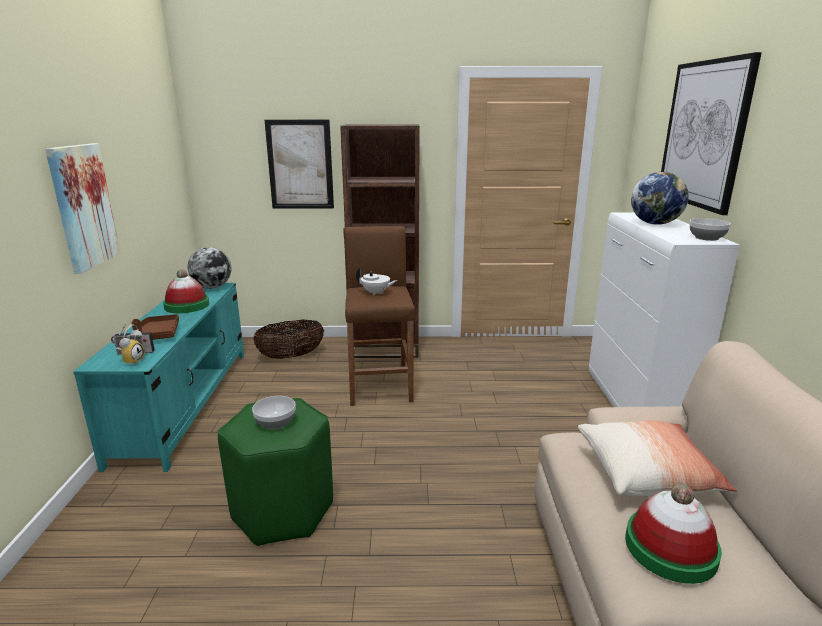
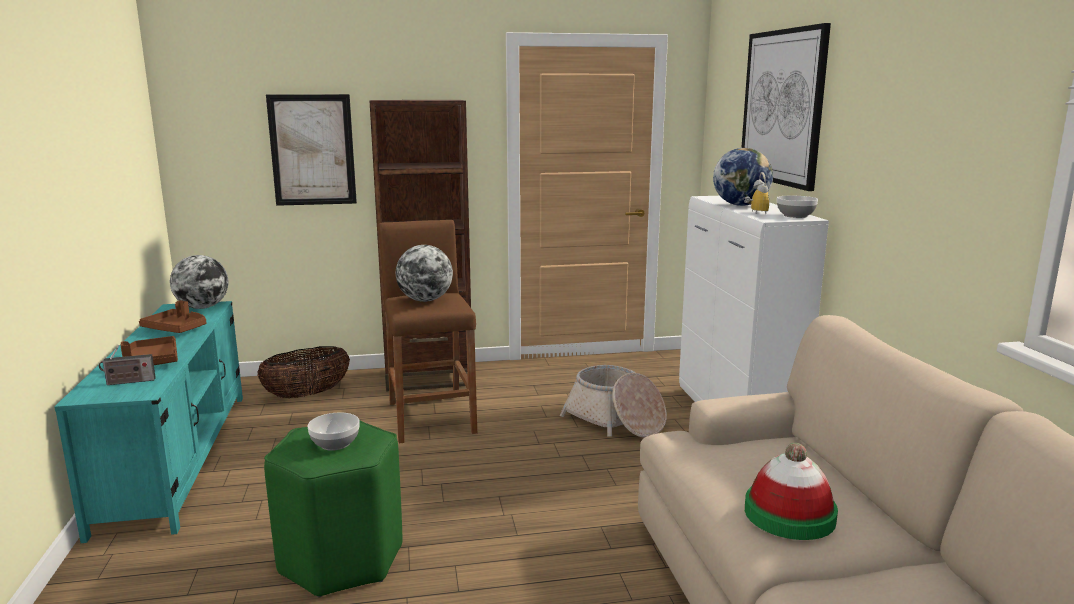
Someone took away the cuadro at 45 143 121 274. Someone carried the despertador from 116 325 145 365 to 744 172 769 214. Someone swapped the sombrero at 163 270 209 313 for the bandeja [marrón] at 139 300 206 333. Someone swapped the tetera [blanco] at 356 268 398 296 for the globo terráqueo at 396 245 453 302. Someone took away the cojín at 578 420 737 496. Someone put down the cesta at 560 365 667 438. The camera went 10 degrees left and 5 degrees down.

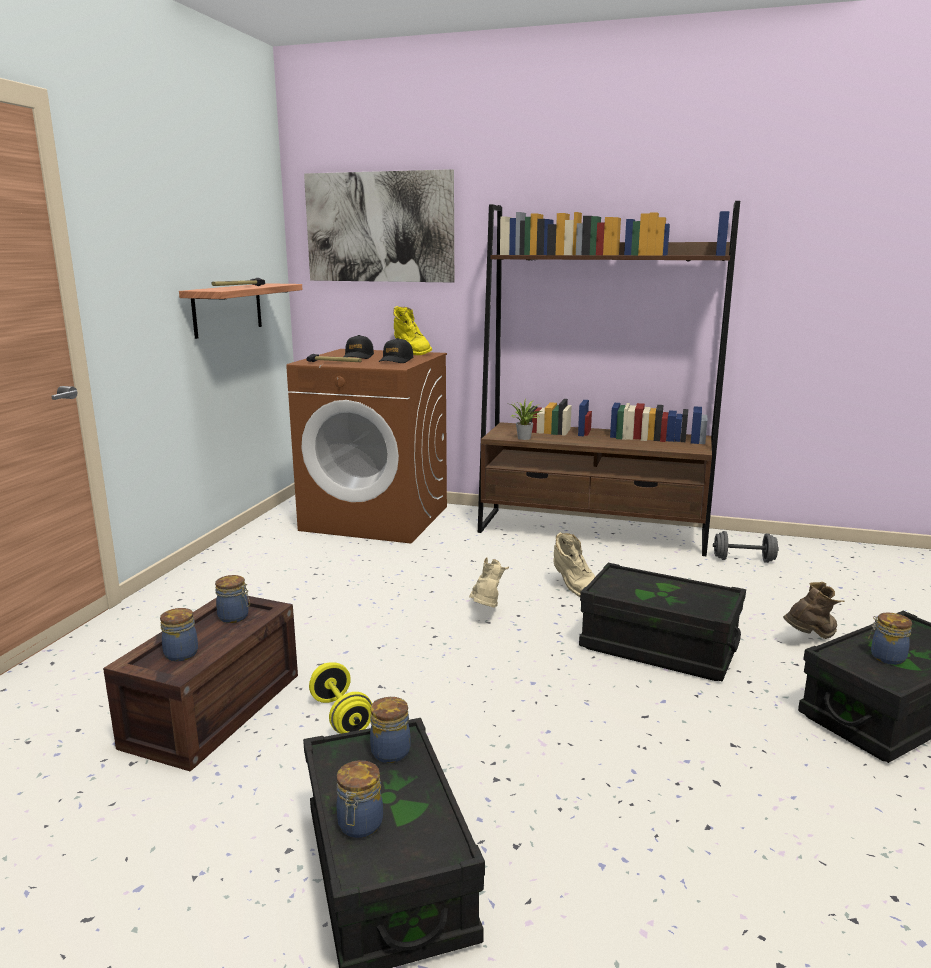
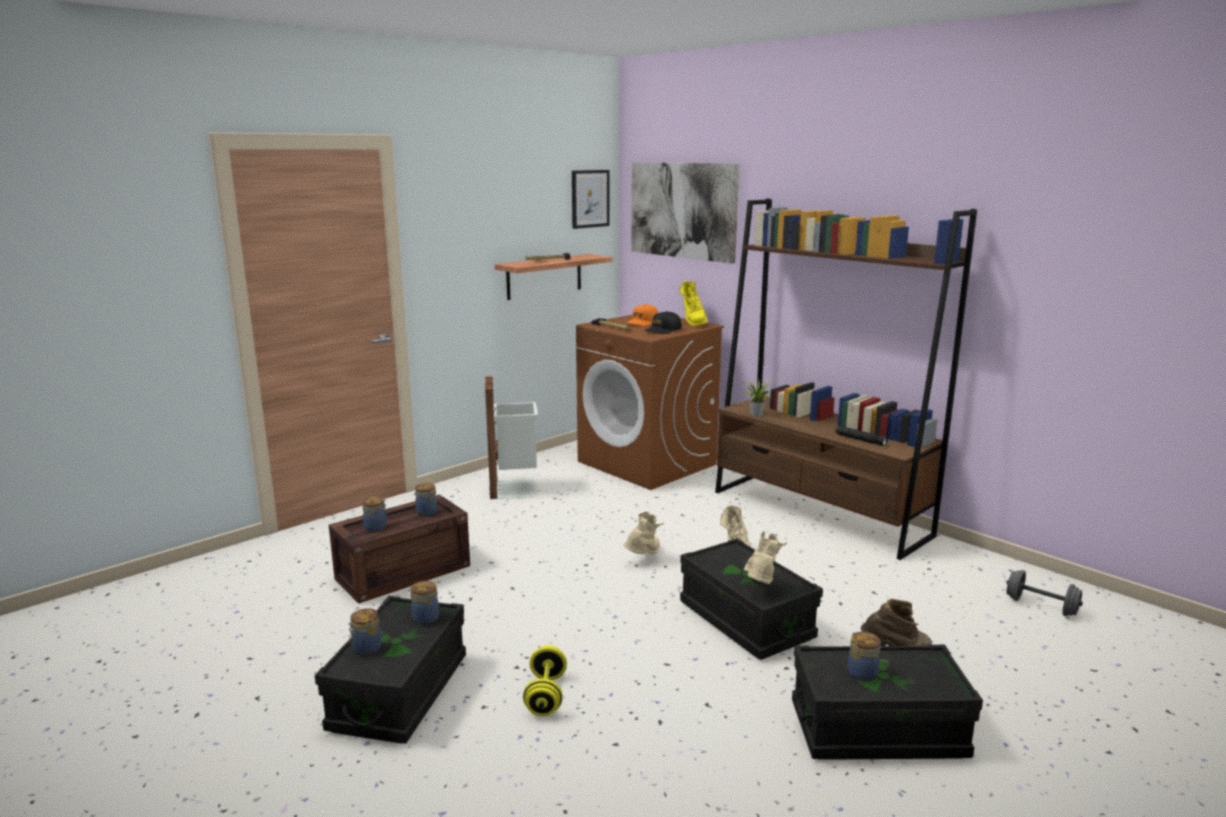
Someone carried the mancuerna [amarillo] from 309 663 372 734 to 523 645 567 716. Someone repainted the gorra [negro] at 343 335 374 359, which became the gorra [naranja] at 626 304 658 326. Someone carried the mancuerna [gris] from 713 531 779 563 to 1007 570 1083 616. Someone put down the papelera [blanco] at 485 376 538 499. Someone put up the cuadro at 572 170 610 229. Someone put down the bota [beis] at 744 531 787 584. Someone put down the linterna [negro] at 835 426 888 446. The camera went 30 degrees right and 0 degrees up.

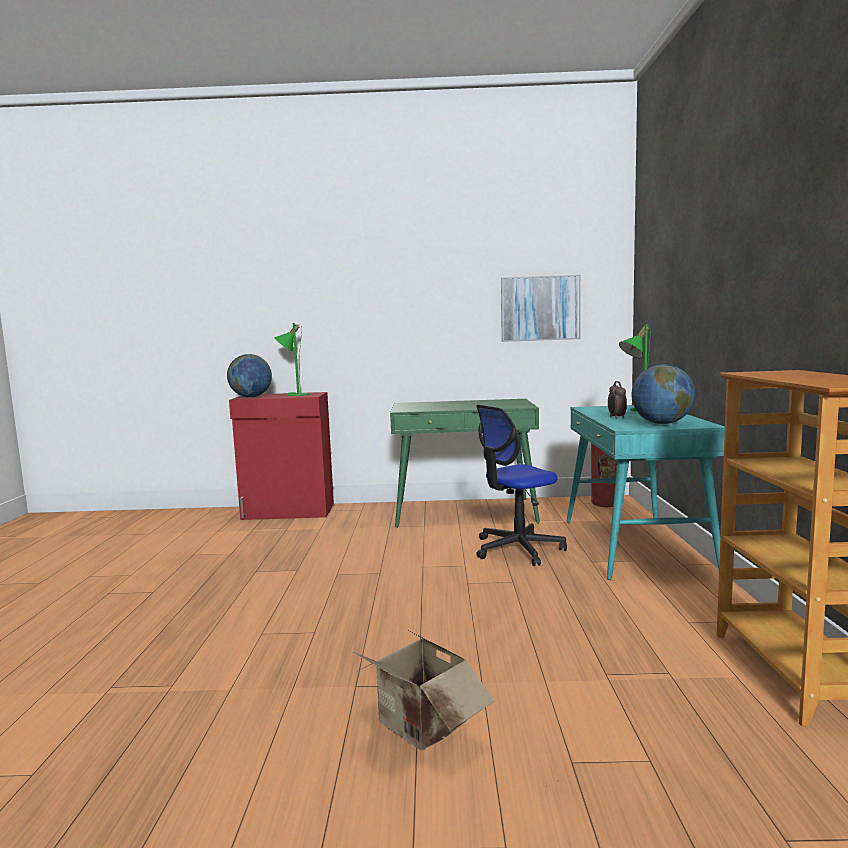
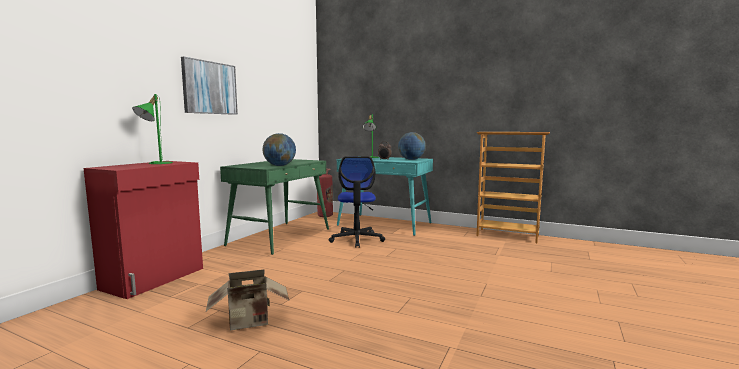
Someone carried the globo terráqueo from 227 354 272 397 to 263 133 296 166. Someone carried the caja de cartón from 352 630 495 751 to 206 269 290 330. Someone carried the cuadro from 501 275 581 342 to 181 57 238 115. The camera went 65 degrees left and 0 degrees up.

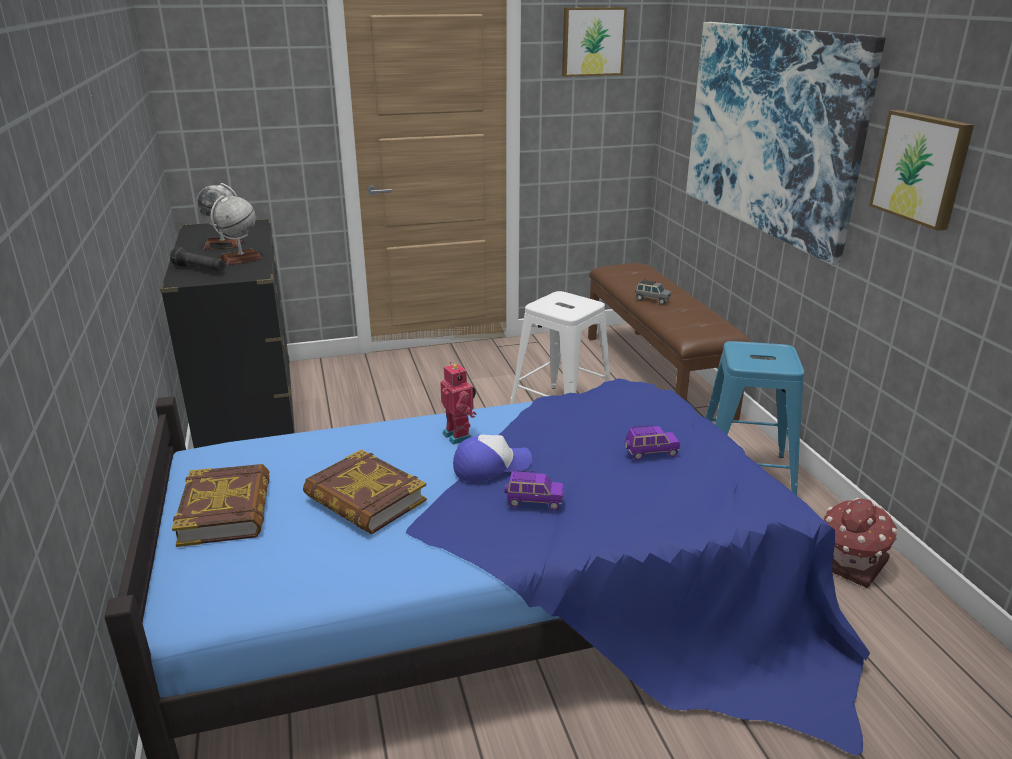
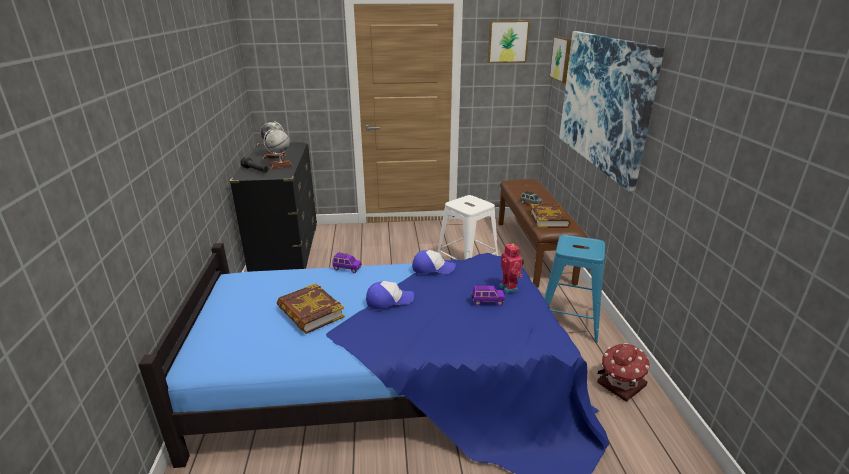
Someone carried the libro from 172 464 270 547 to 530 204 571 228. Someone carried the robot de juguete from 440 362 476 445 to 499 242 524 293. Someone carried the coche de juguete [morado] from 505 470 564 510 to 332 252 362 273. Someone carried the cuadro from 869 110 974 231 to 549 36 572 83. Someone put down the gorra at 412 250 456 274. The camera went 10 degrees right and 0 degrees up.

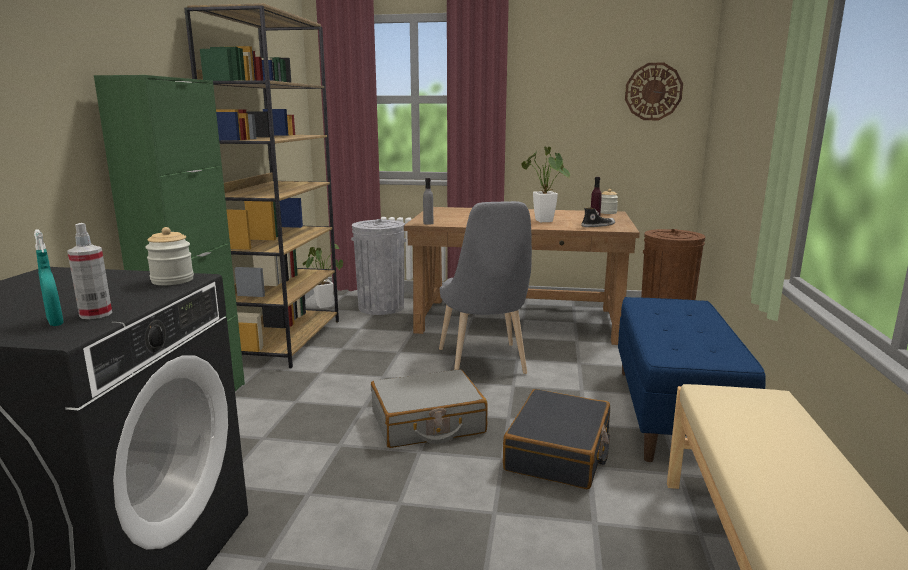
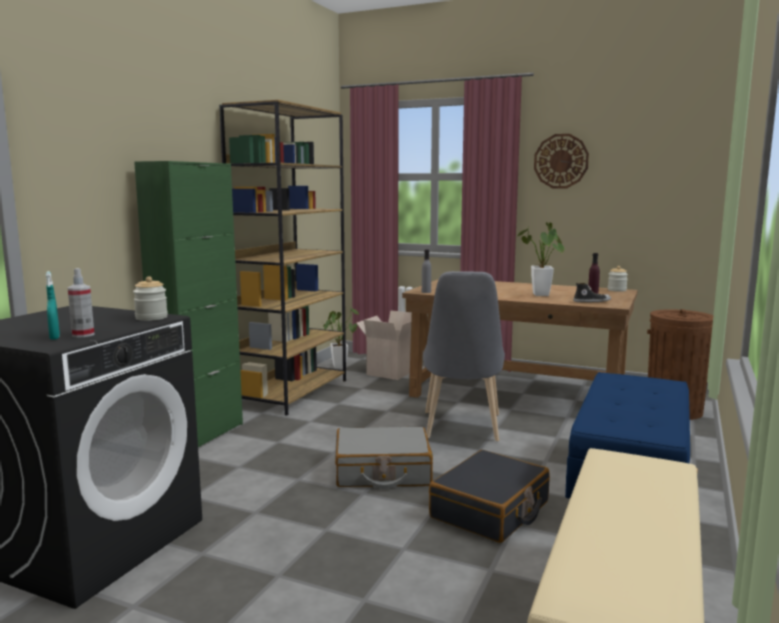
Someone swapped the papelera [gris] at 351 219 406 315 for the caja de cartón at 357 310 412 380. Someone carried the reloj de pared from 625 63 683 120 to 534 134 589 188. The camera went 15 degrees right and 5 degrees down.

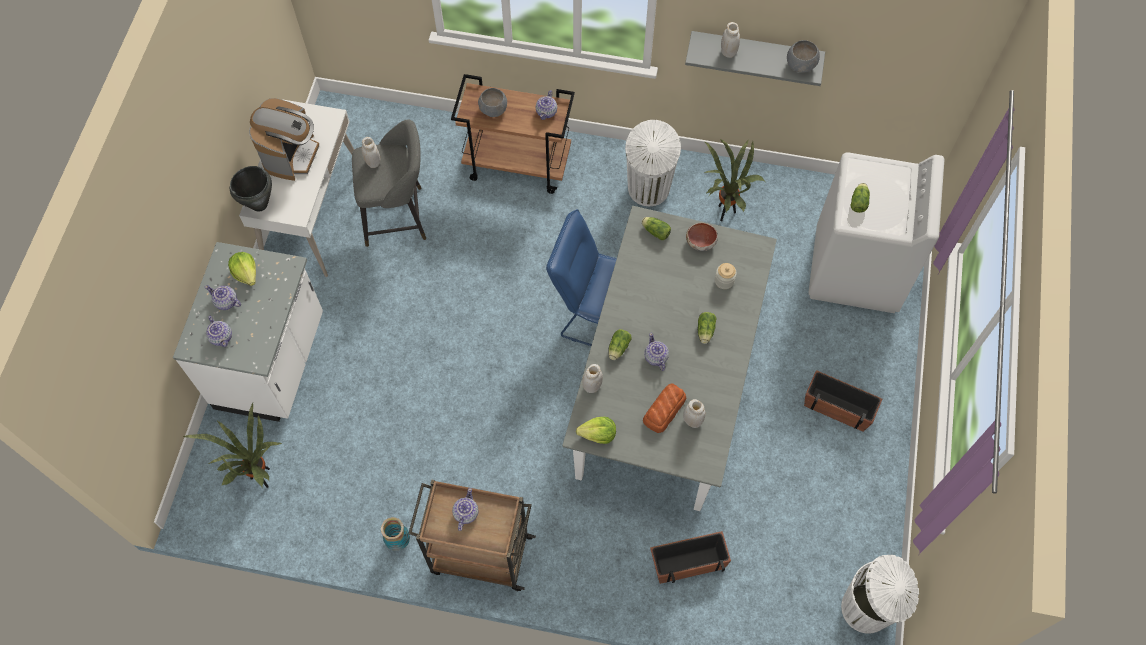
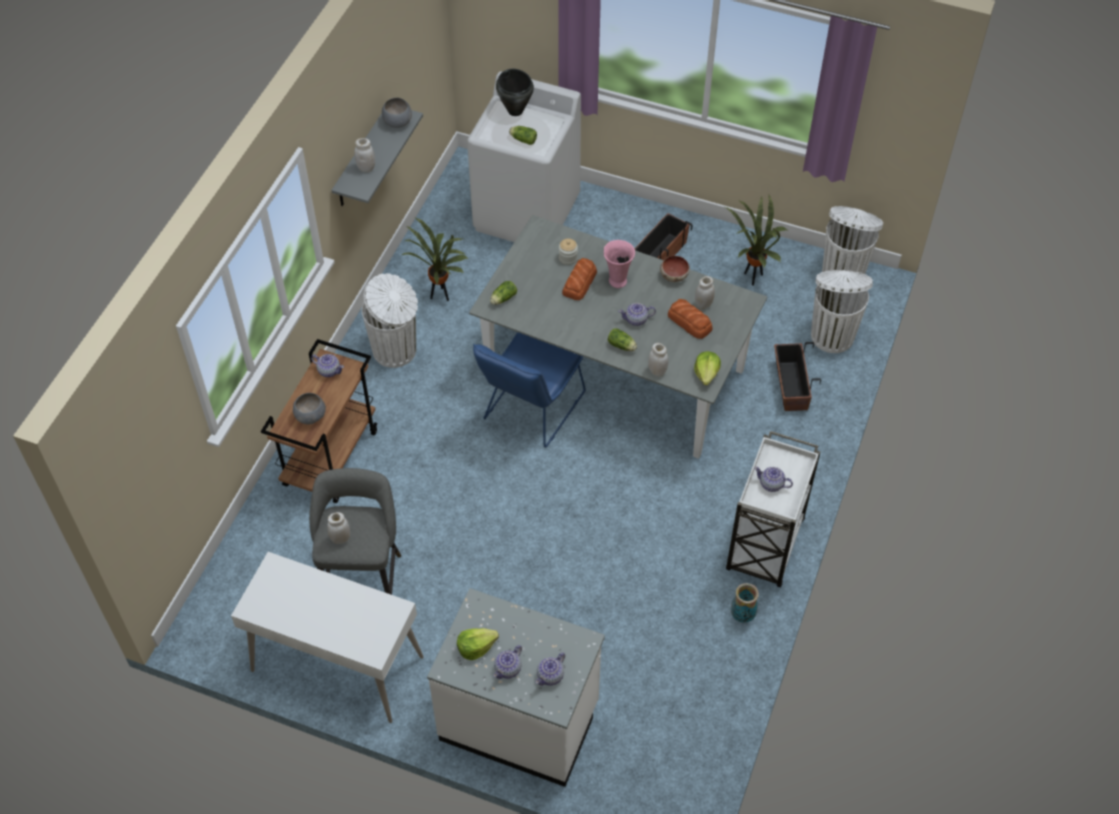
Someone carried the planta en maceta from 182 403 283 489 to 725 193 787 286. Someone rotated the tetera at 206 316 232 347 by 150 degrees clockwise. Someone carried the olla [negro] from 230 166 272 212 to 496 69 534 116. Someone took away the cafetera at 249 98 319 181. Someone repainted the carrito [marrón] at 408 480 536 591, which became the carrito [blanco] at 726 431 820 587. Someone carried the cuenco from 686 223 718 251 to 660 256 690 282. Someone swapped the lechuga at 698 312 717 344 for the florero [rosa] at 604 240 635 288. Someone put down the pan at 562 258 597 300. Someone put down the papelera [blanco] at 811 270 873 353. The camera went 80 degrees left and 10 degrees down.

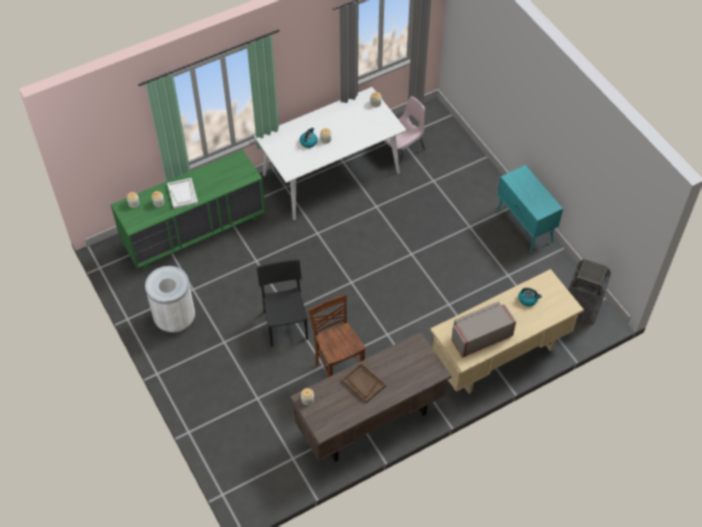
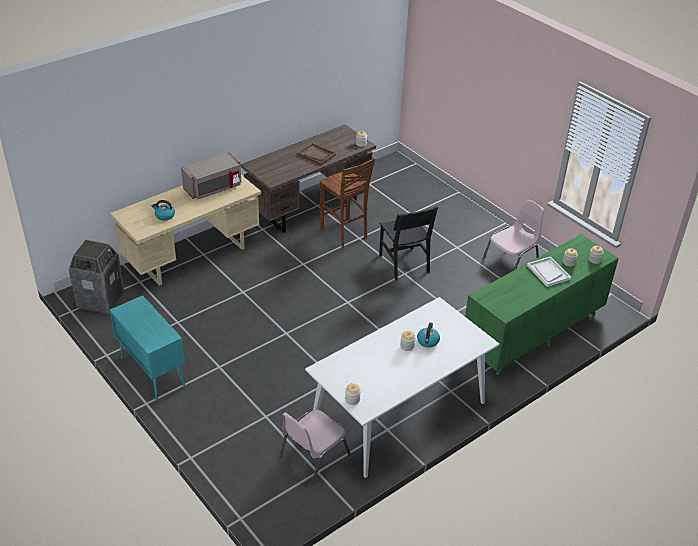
Someone swapped the papelera [blanco] at 145 266 195 333 for the silla [rosa] at 483 200 544 271. The camera went 170 degrees right and 15 degrees down.

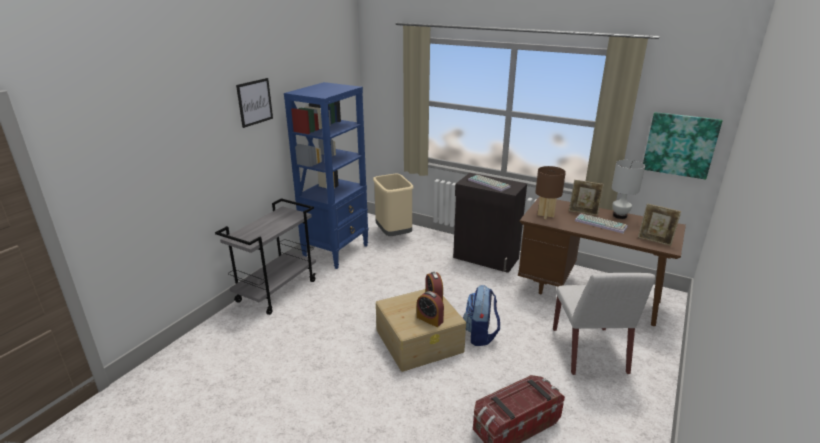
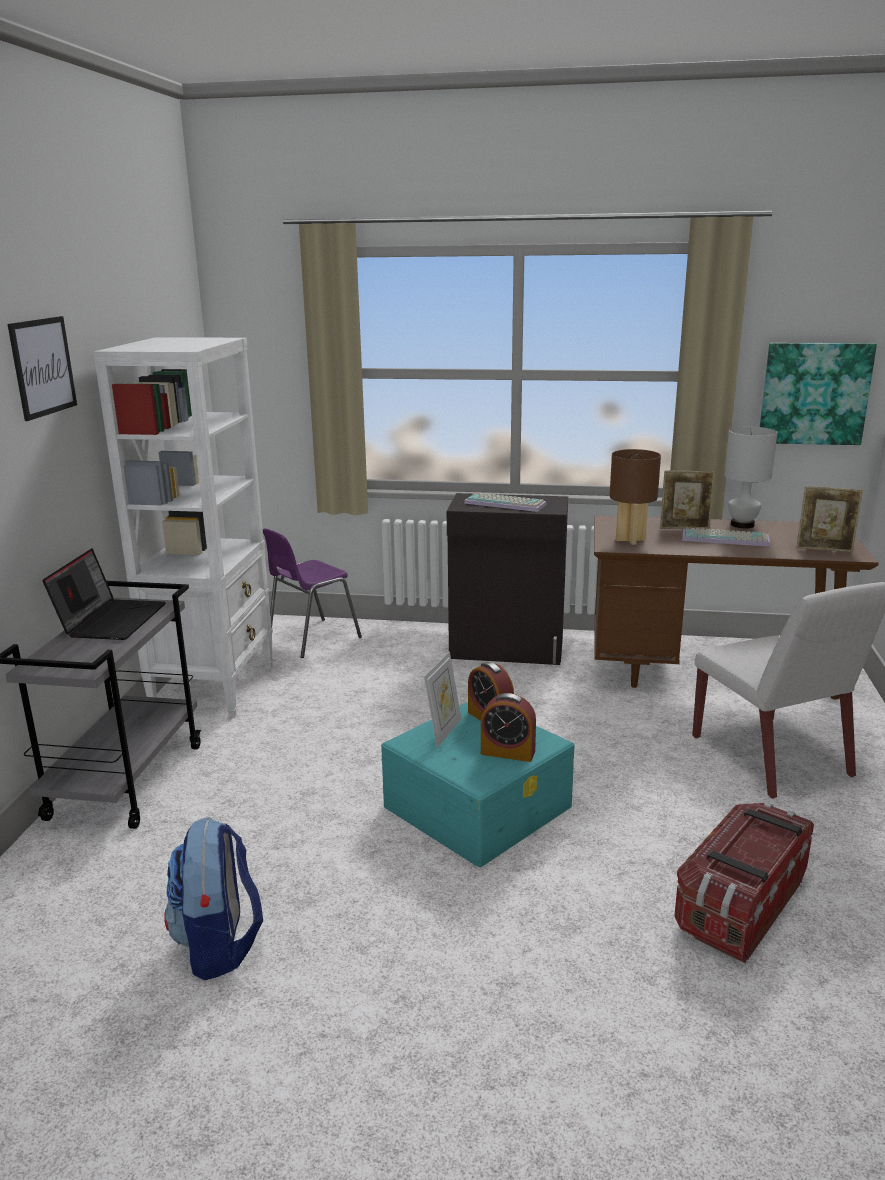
Someone repainted the estantería [azul] at 284 82 369 269, which became the estantería [blanco] at 93 337 273 717. Someone swapped the papelera [beis] at 373 174 414 236 for the silla [morado] at 263 529 362 658. Someone repainted the caja de almacenaje [beis] at 376 289 466 372, which became the caja de almacenaje [turquesa] at 381 702 575 867. Someone carried the mochila from 463 285 500 346 to 164 817 263 980. Someone put down the portátil at 42 548 166 640. Someone put down the portarretratos at 424 652 461 748. The camera went 20 degrees left and 5 degrees down.

